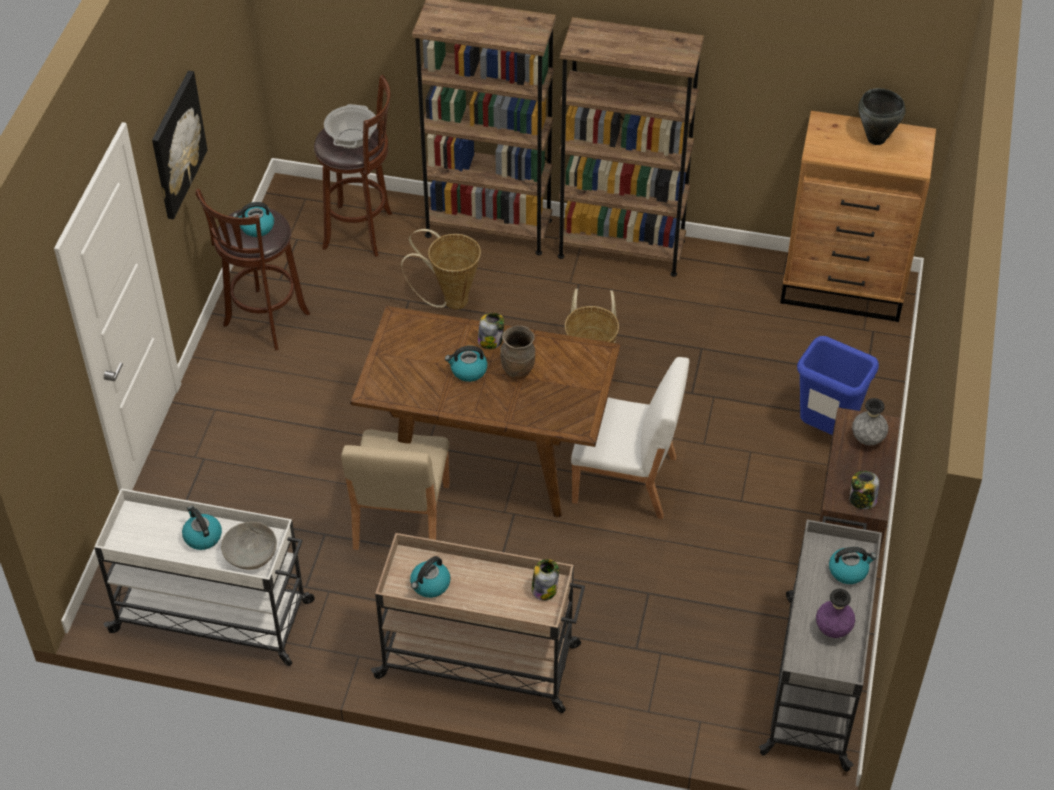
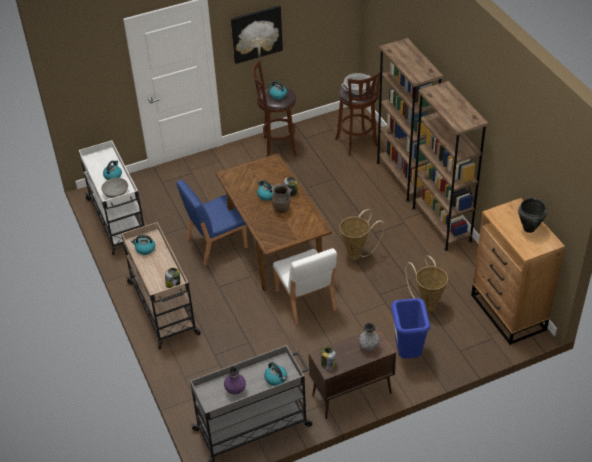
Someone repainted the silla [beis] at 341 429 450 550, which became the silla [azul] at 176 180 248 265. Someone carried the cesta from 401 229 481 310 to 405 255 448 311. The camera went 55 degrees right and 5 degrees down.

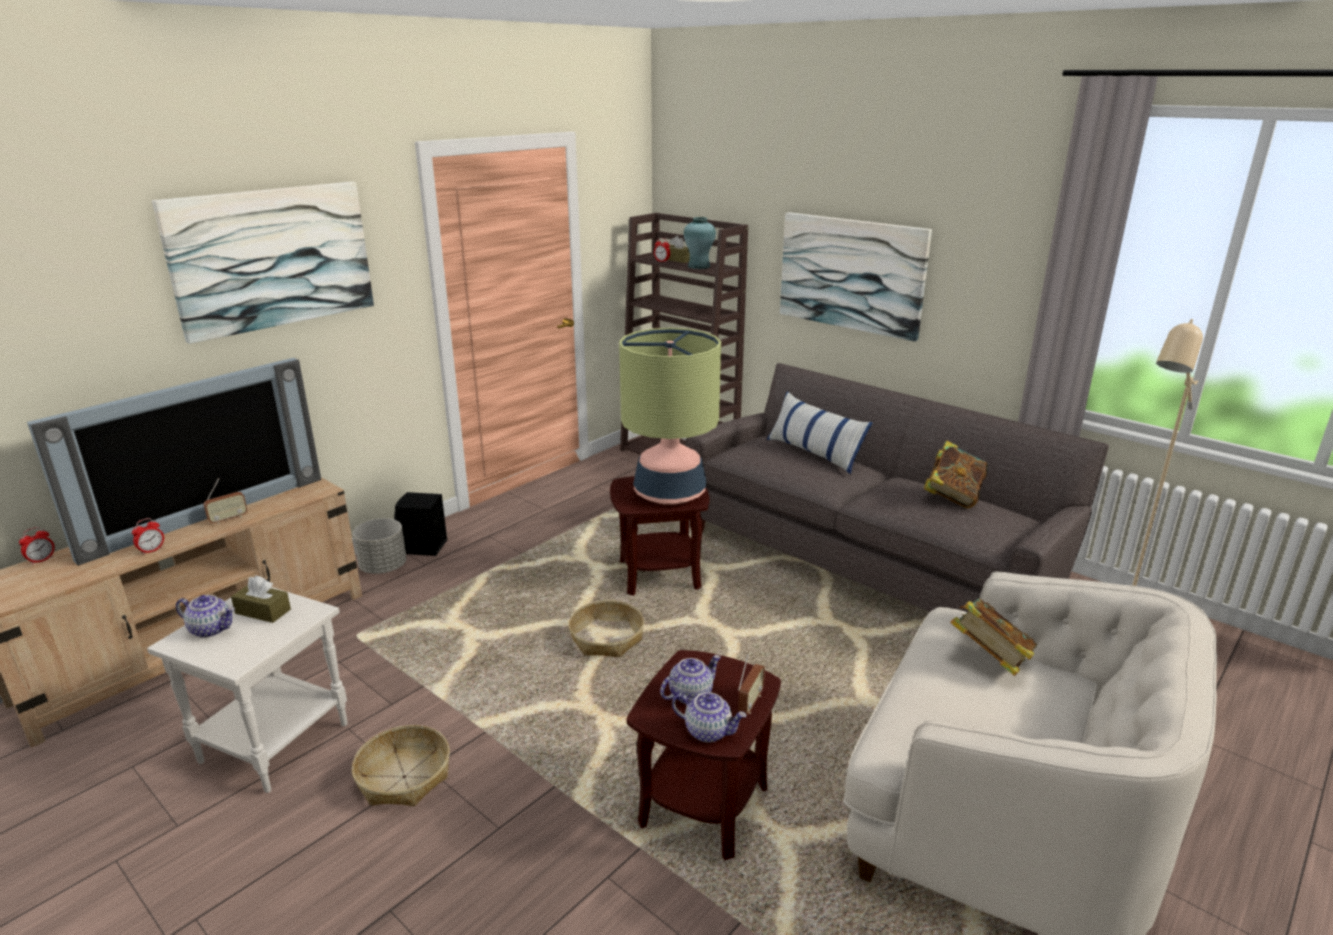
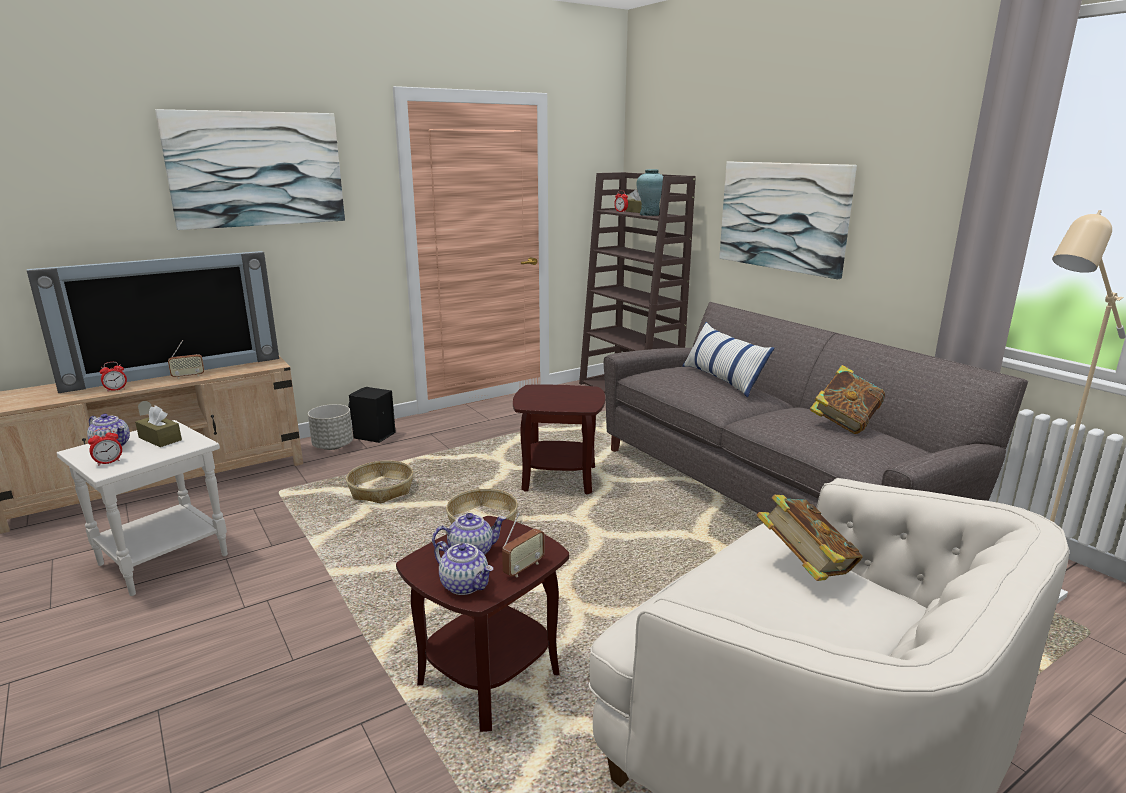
Someone carried the despertador from 19 527 55 565 to 88 428 122 466. Someone carried the cesta from 352 725 450 806 to 346 460 413 503. Someone took away the lámpara de mesa at 619 328 721 505. The camera went 15 degrees right and 5 degrees down.

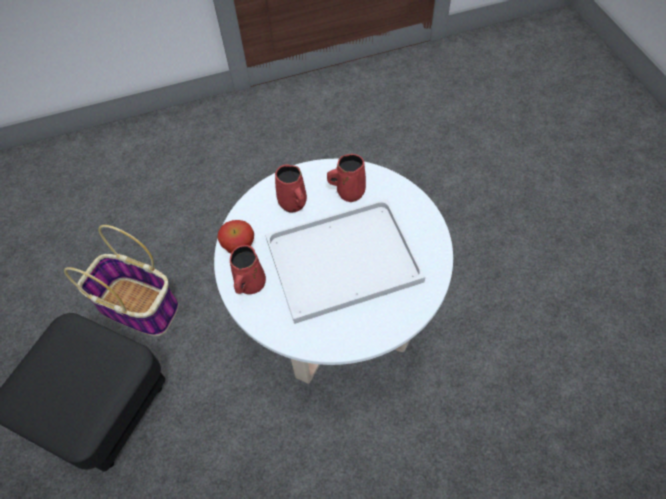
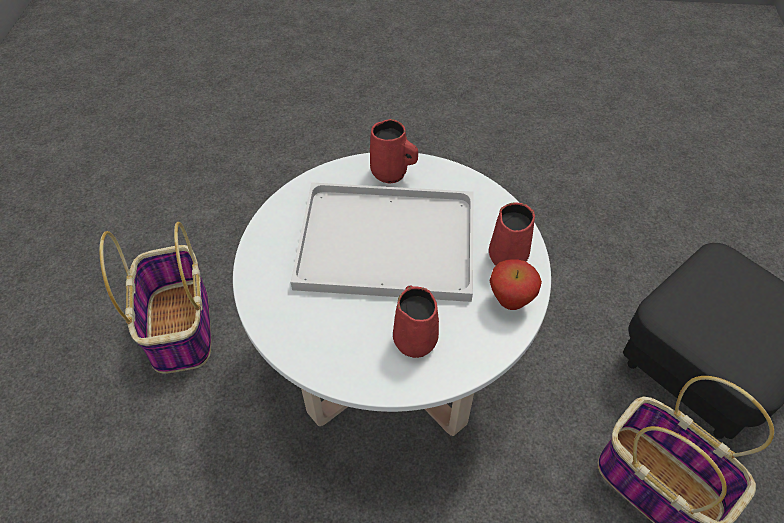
Someone carried the taza grande [rojo] from 327 154 366 202 to 370 119 418 184. Someone put down the cesta at 99 222 211 374. The camera went 160 degrees left and 5 degrees down.

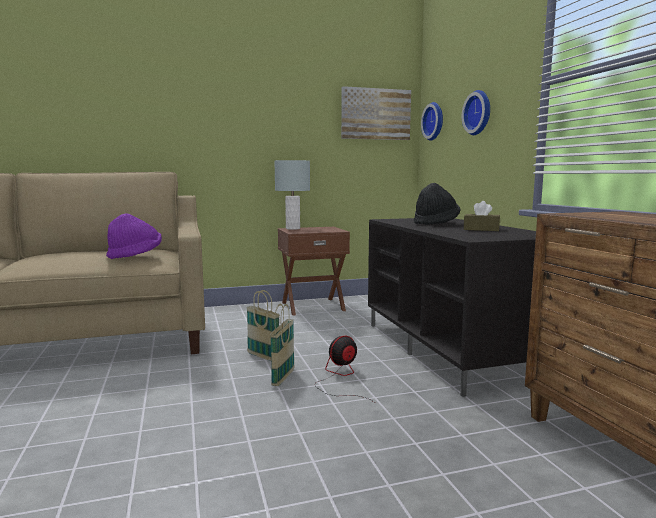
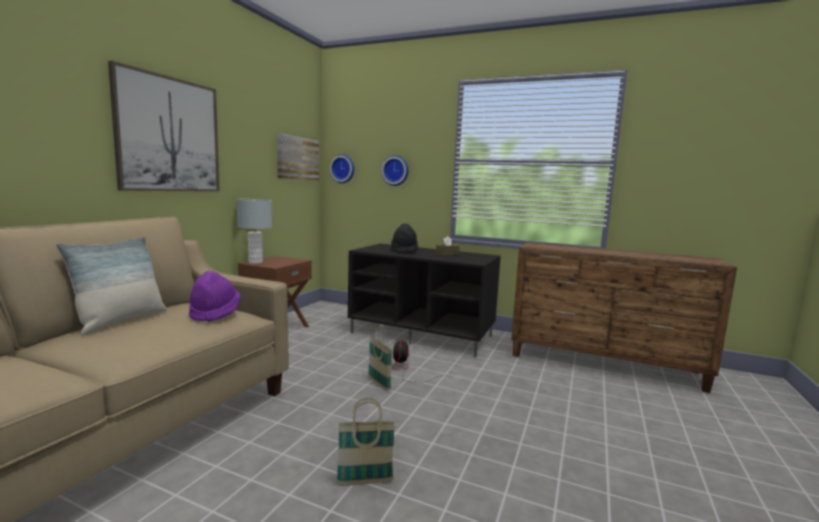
Someone carried the cesta from 246 290 280 361 to 336 398 396 486. Someone put down the cojín at 56 237 167 336. Someone put up the cuadro at 108 61 220 192. The camera went 50 degrees left and 0 degrees up.

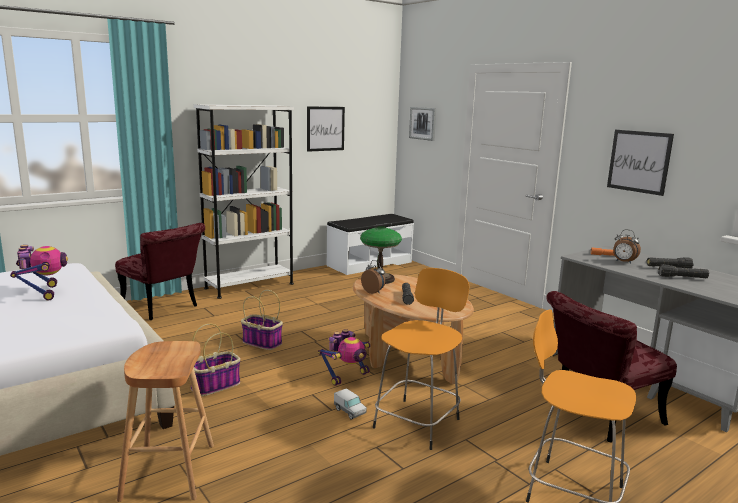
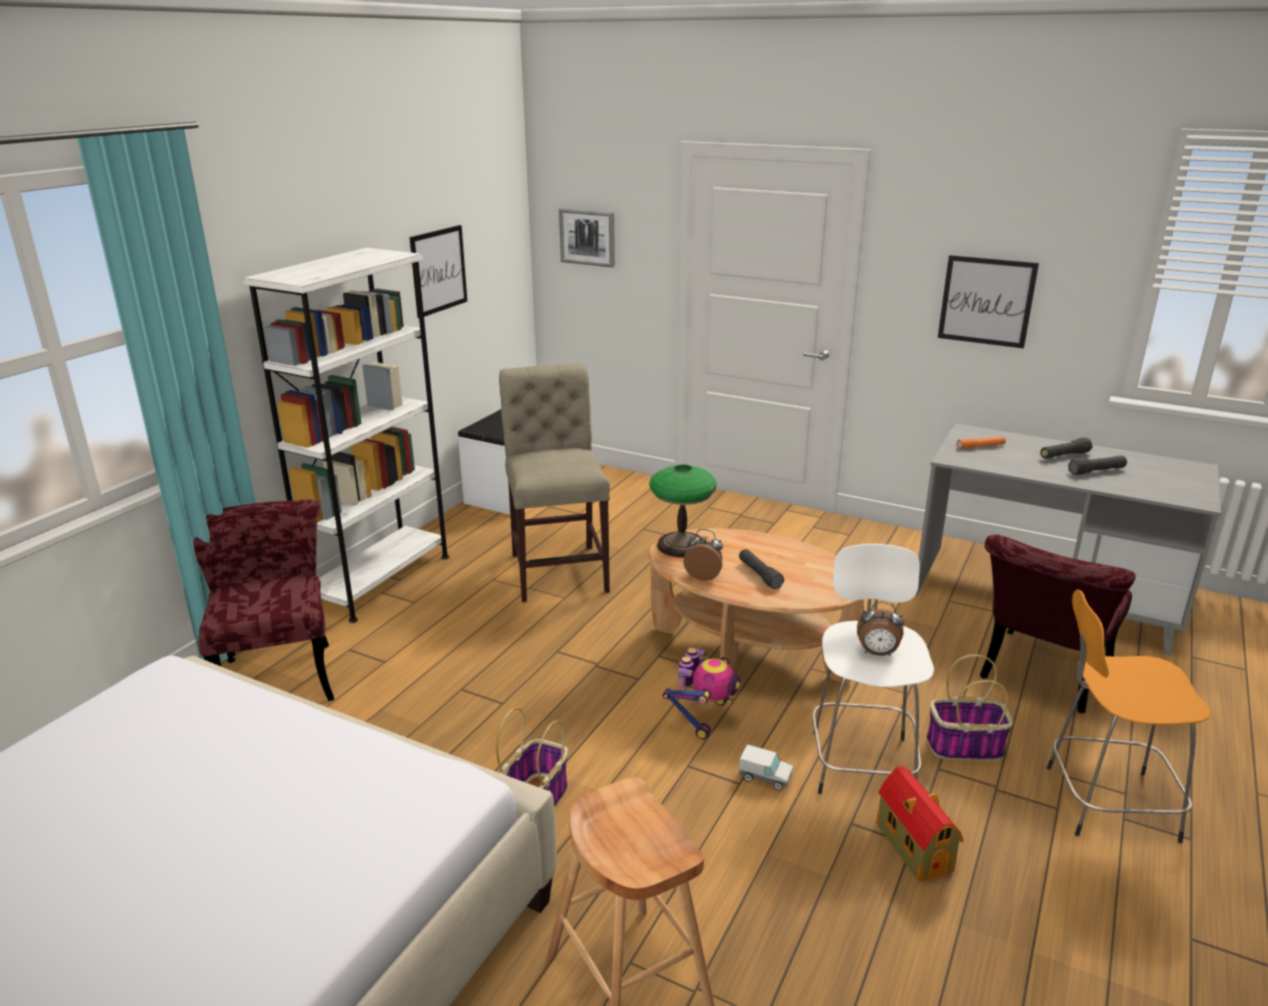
Someone took away the robot de juguete at 10 245 68 301. Someone rotated the silla [rojo] at 115 223 205 320 by 120 degrees counterclockwise. Someone carried the cesta from 241 290 283 350 to 926 654 1013 761. Someone repainted the taburete [naranja] at 373 268 469 450, which became the taburete [blanco] at 812 544 934 794. Someone carried the despertador from 613 229 641 264 to 857 602 904 656. Someone put down the silla [beis] at 499 364 610 602. Someone put down the casita at 876 766 963 881. The camera went 25 degrees left and 10 degrees up.

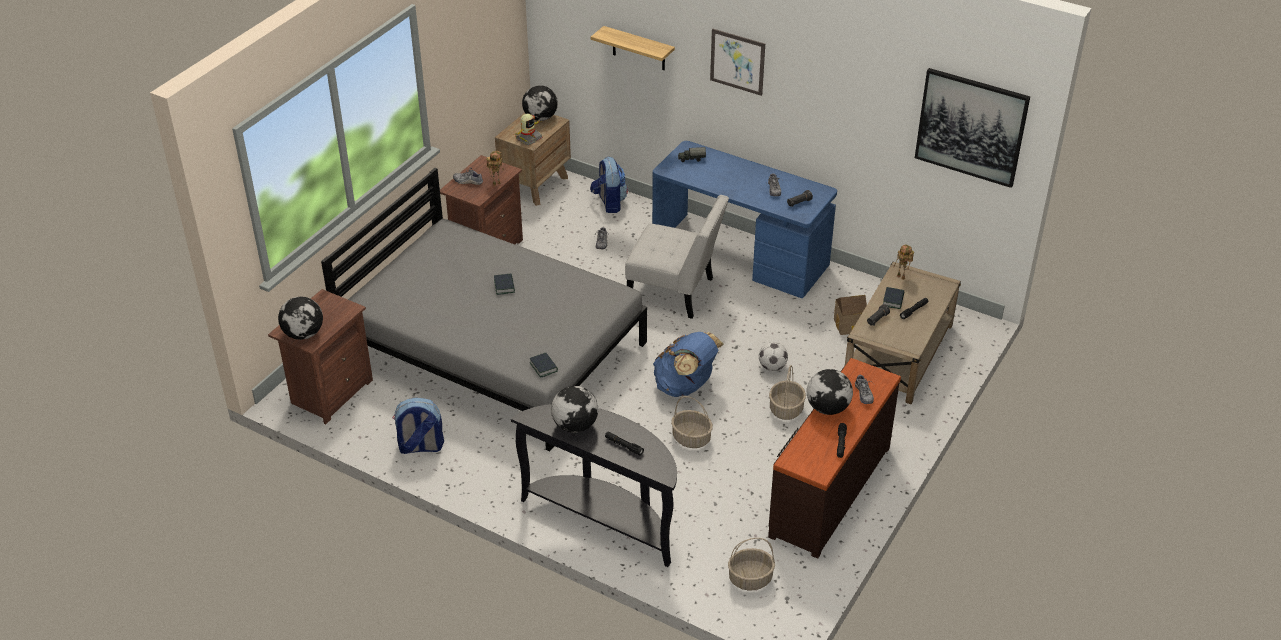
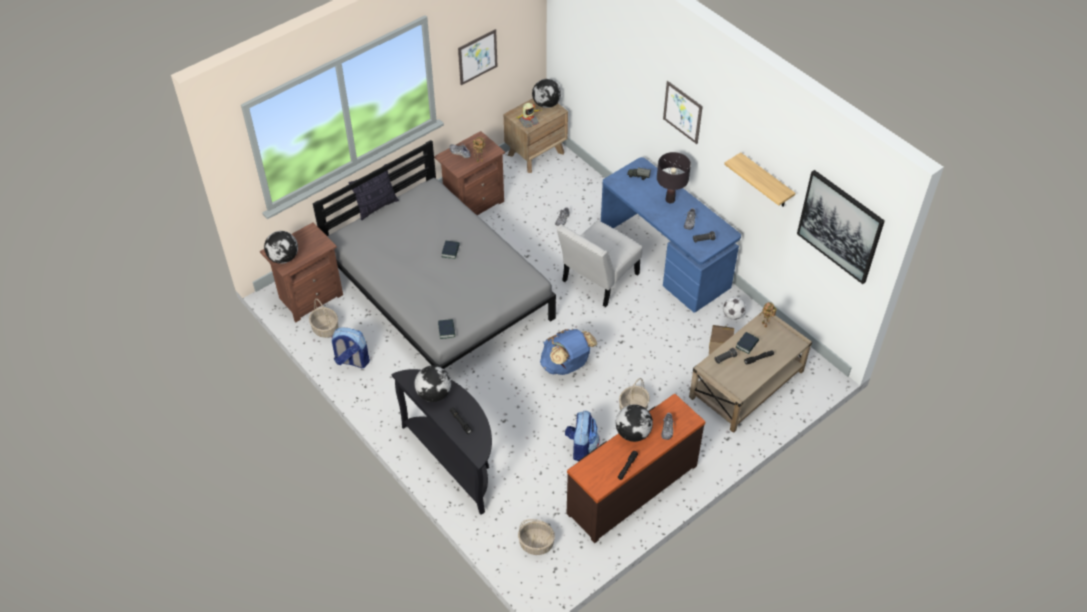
Someone carried the mochila from 590 157 628 213 to 565 411 600 461. Someone carried the estante from 591 26 675 70 to 724 152 795 207. Someone rotated the silla [blanco] at 625 195 729 319 by 90 degrees clockwise. Someone carried the cesta from 671 396 713 448 to 309 298 338 338. Someone carried the balón de fútbol from 759 342 788 371 to 723 297 746 320. Someone put down the cojín at 349 164 399 220. Someone put up the cuadro at 458 29 498 85. Someone put down the lámpara de mesa [negro] at 657 152 691 203. The camera went 20 degrees right and 10 degrees up.

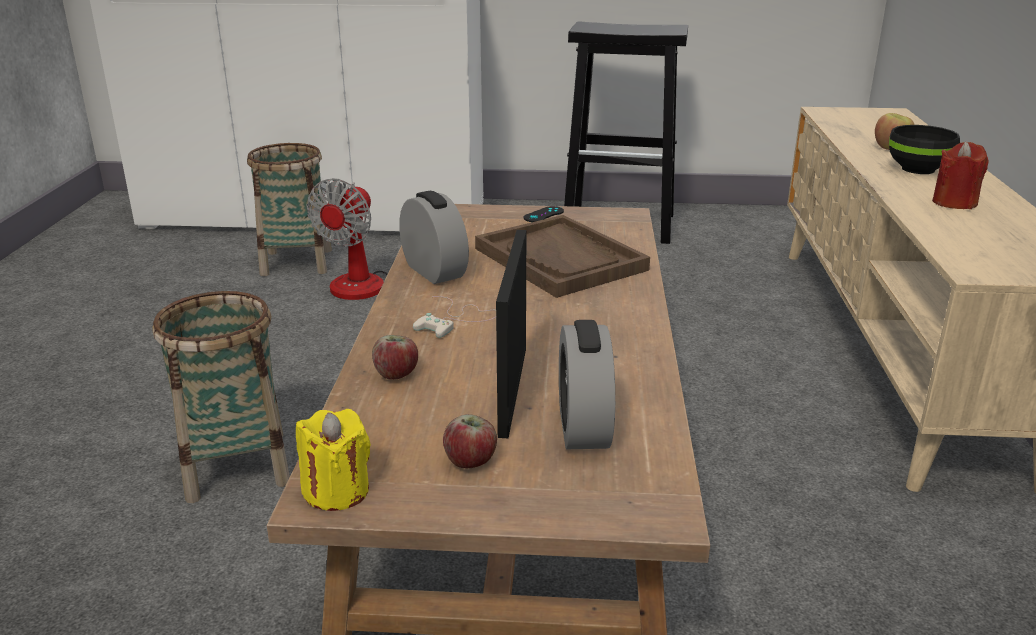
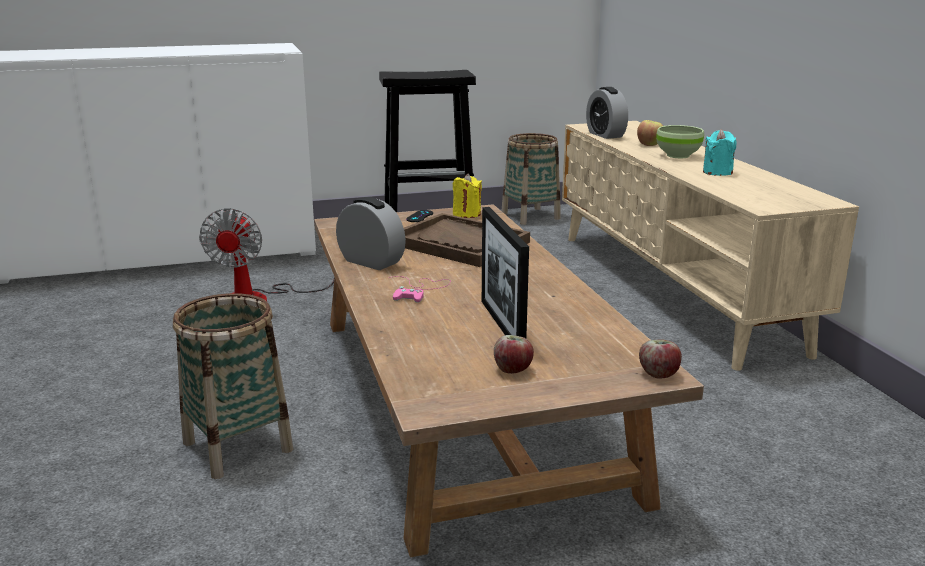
Someone carried the cesta from 247 143 332 276 to 502 133 561 225. Someone carried the vela [amarillo] from 296 409 371 511 to 453 173 482 218. Someone carried the manzana from 372 335 418 380 to 639 340 682 379. Someone repainted the mando de consola [blanco] at 413 296 496 338, which became the mando de consola [rosa] at 389 276 451 303. Someone carried the despertador from 559 320 615 449 to 586 87 628 139. Someone repainted the cuenco [negro] at 889 125 960 174, which became the cuenco [verde] at 656 125 704 158. Someone repainted the vela [rojo] at 932 141 989 209, which became the vela [turquesa] at 703 129 736 176. The camera went 20 degrees left and 5 degrees down.

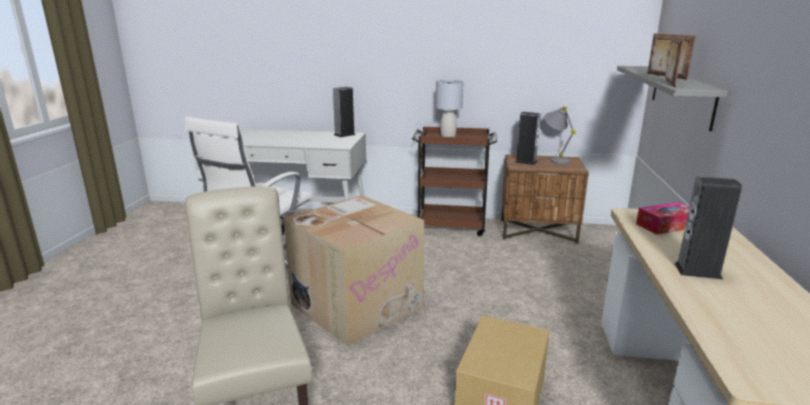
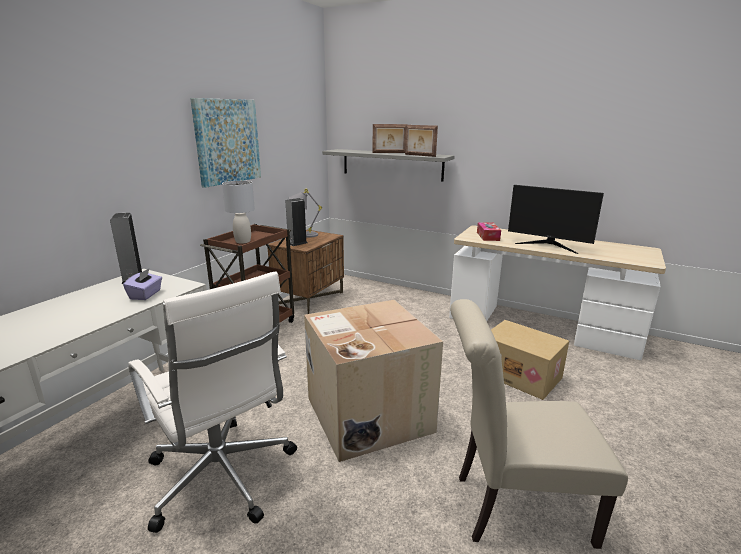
Someone swapped the altavoz at 674 177 742 279 for the monitor at 508 185 604 254. Someone put down the caja de pañuelos [morado] at 123 269 162 300. Someone put up the cuadro at 190 98 261 188. The camera went 70 degrees left and 0 degrees up.

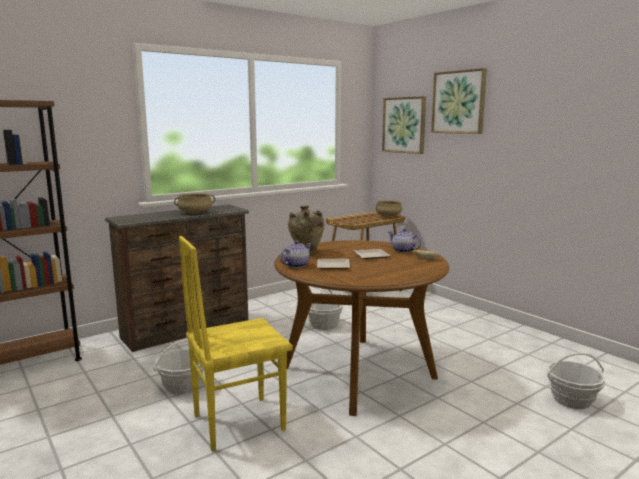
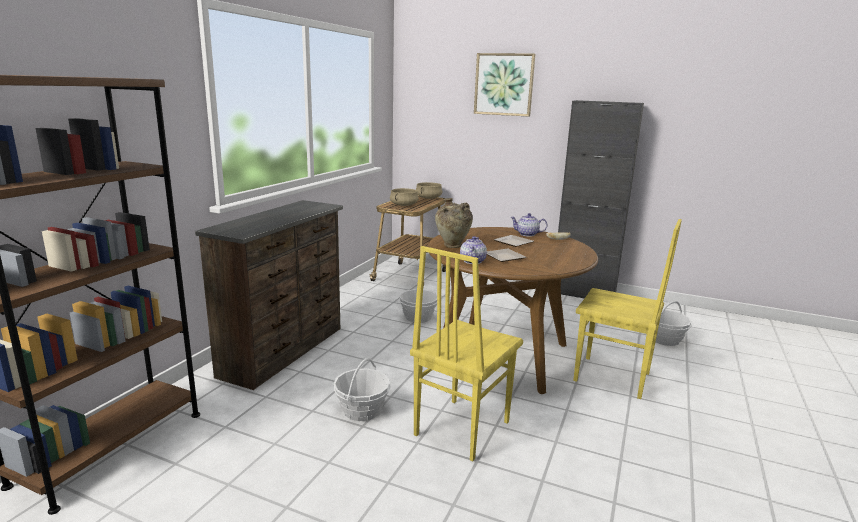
Someone carried the olla [beis] from 174 193 215 214 to 390 188 419 206. Someone took away the cuadro at 382 96 426 154. Someone put down the armario [negro] at 558 100 644 299. Someone put down the silla [amarillo] at 573 219 682 399. The camera went 30 degrees left and 5 degrees up.

